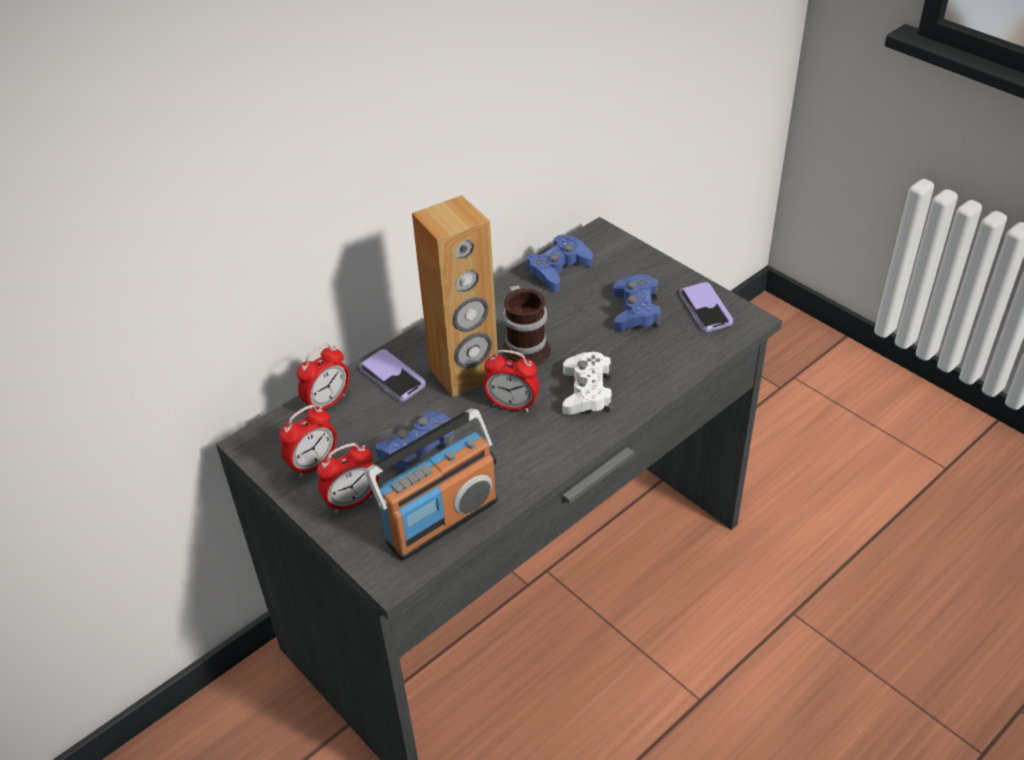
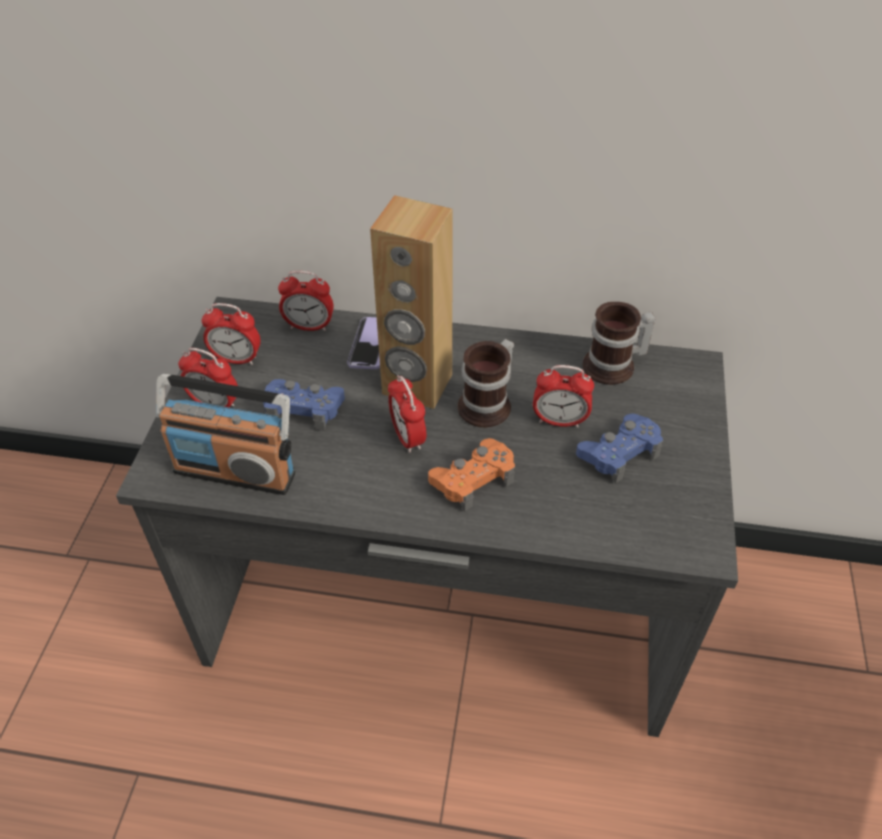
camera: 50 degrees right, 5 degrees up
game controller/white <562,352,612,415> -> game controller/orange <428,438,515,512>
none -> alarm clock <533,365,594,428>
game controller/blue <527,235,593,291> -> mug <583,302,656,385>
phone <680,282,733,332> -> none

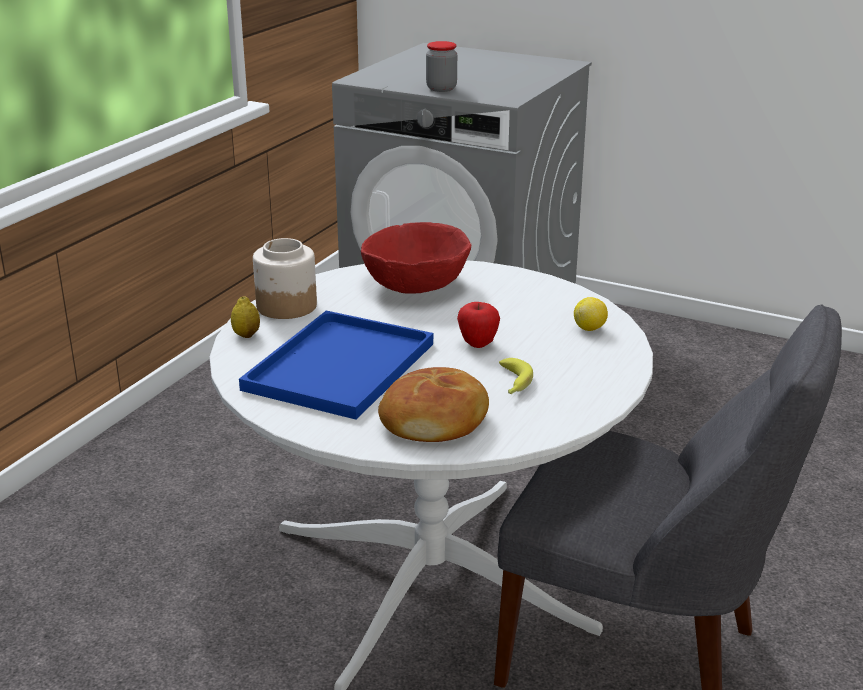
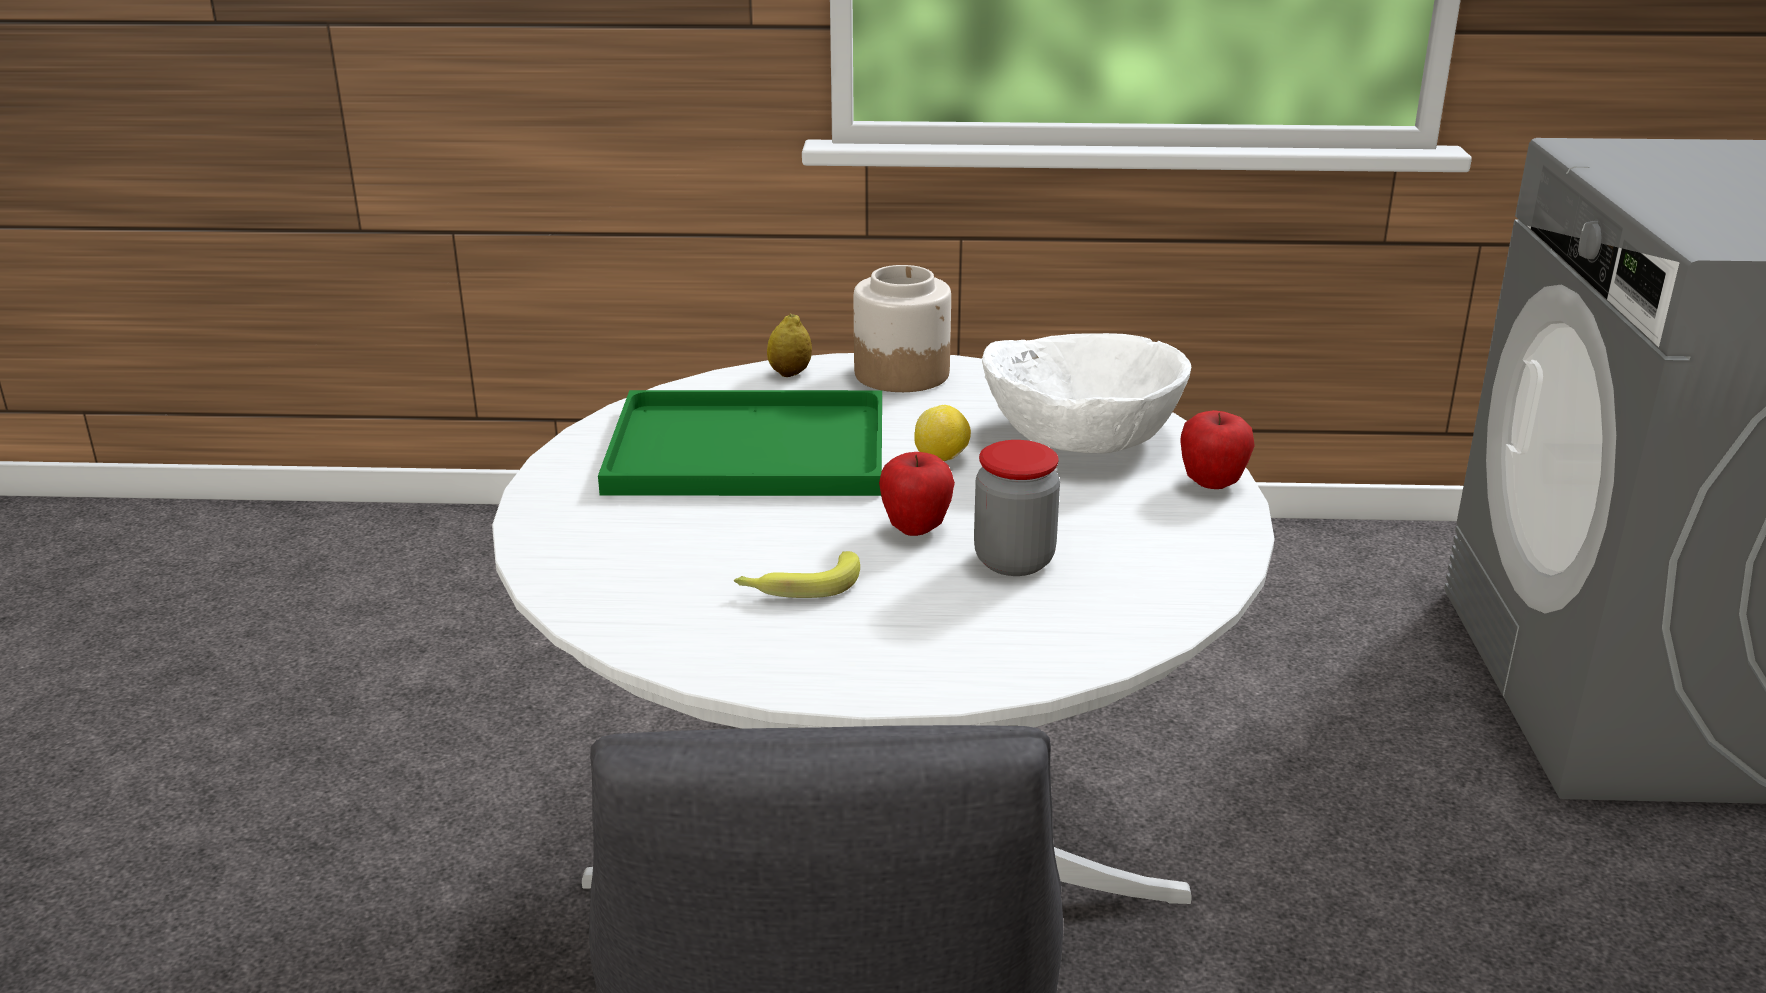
camera: 65 degrees right, 0 degrees up
tray/blue <239,311,433,420> -> tray/green <598,390,882,496>
lemon <574,297,608,331> -> lemon <914,405,971,461>, moved
jar <426,41,457,92> -> jar <974,440,1060,576>, moved
bowl/red <361,222,471,294> -> bowl/white <982,333,1191,453>
none -> apple <1180,410,1255,489>
bread <378,367,489,442> -> none

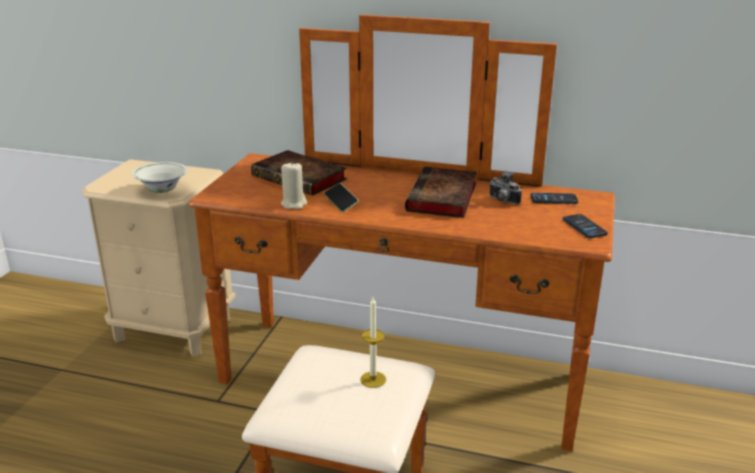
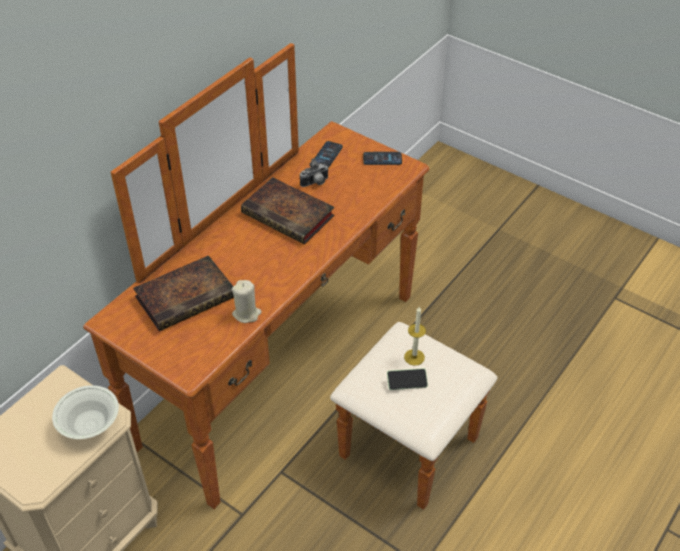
camera: 70 degrees left, 20 degrees up
phone <324,183,359,212> -> phone <387,368,428,390>, moved

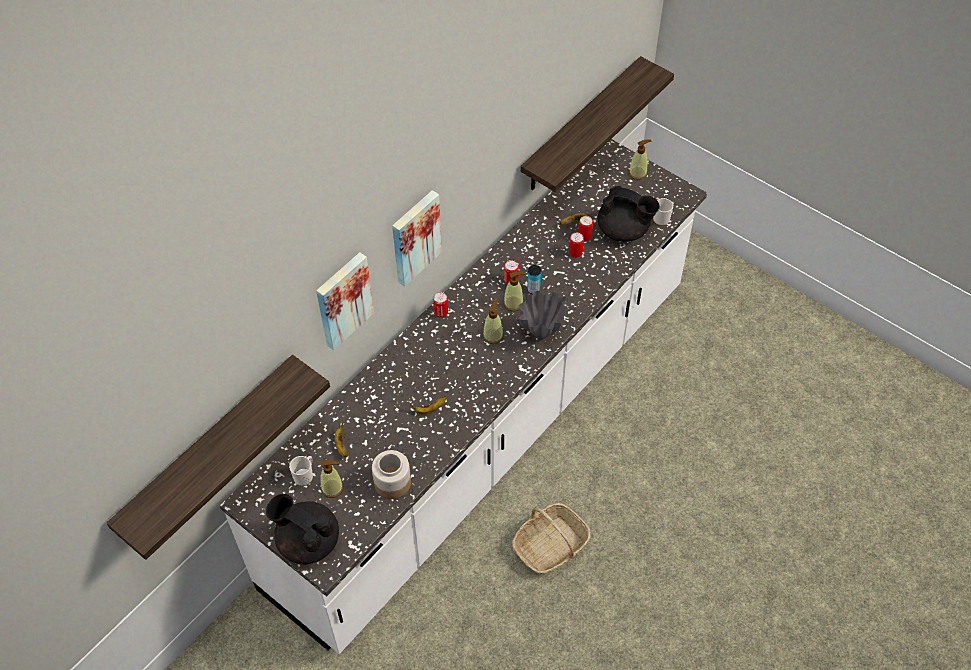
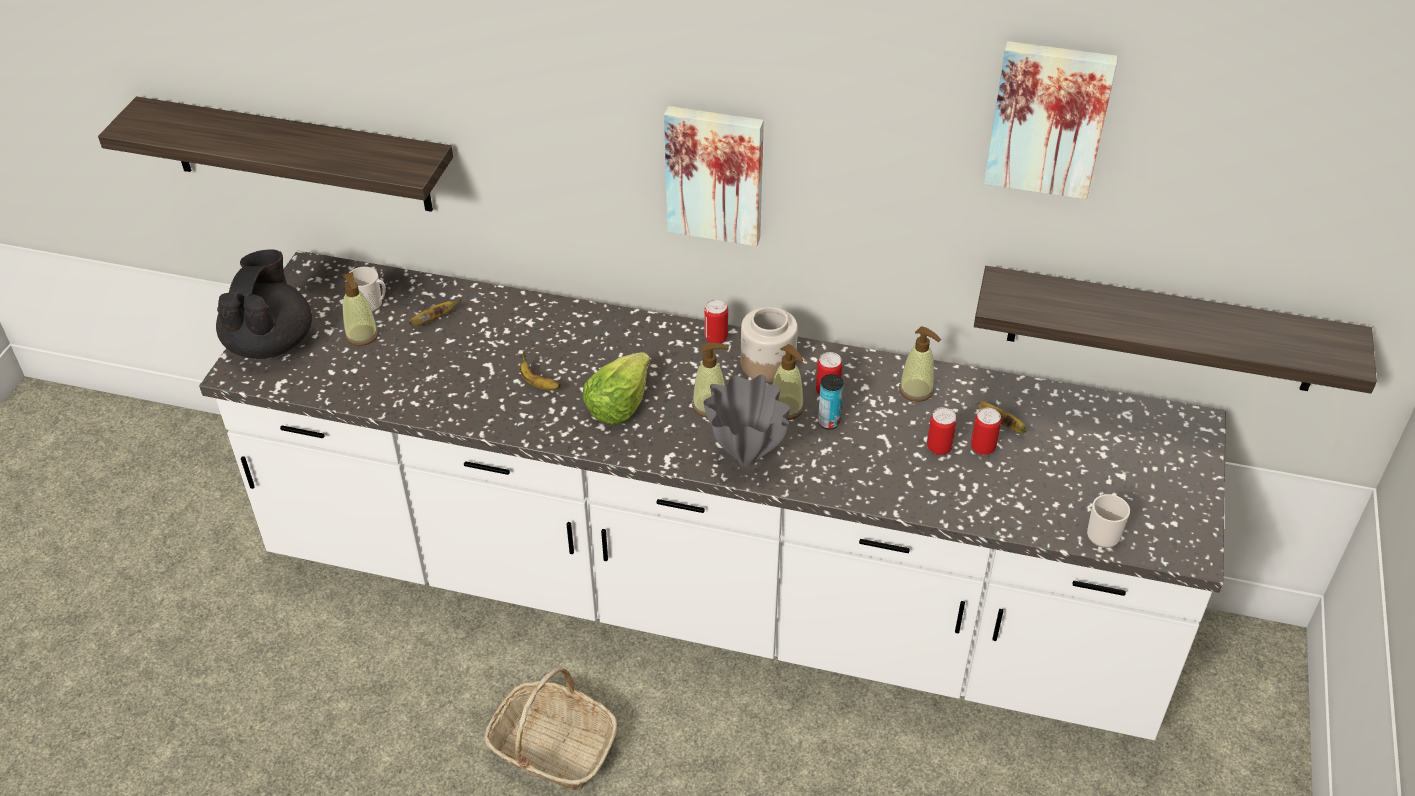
camera: 65 degrees right, 10 degrees down
none -> lettuce <583,352,650,425>
jar <372,450,411,499> -> jar <741,307,798,383>, moved
soap dispenser <629,139,651,180> -> soap dispenser <899,326,941,402>, moved
picture <316,252,374,350> -> picture <984,41,1118,199>, moved
teapot/black <598,186,659,242> -> none

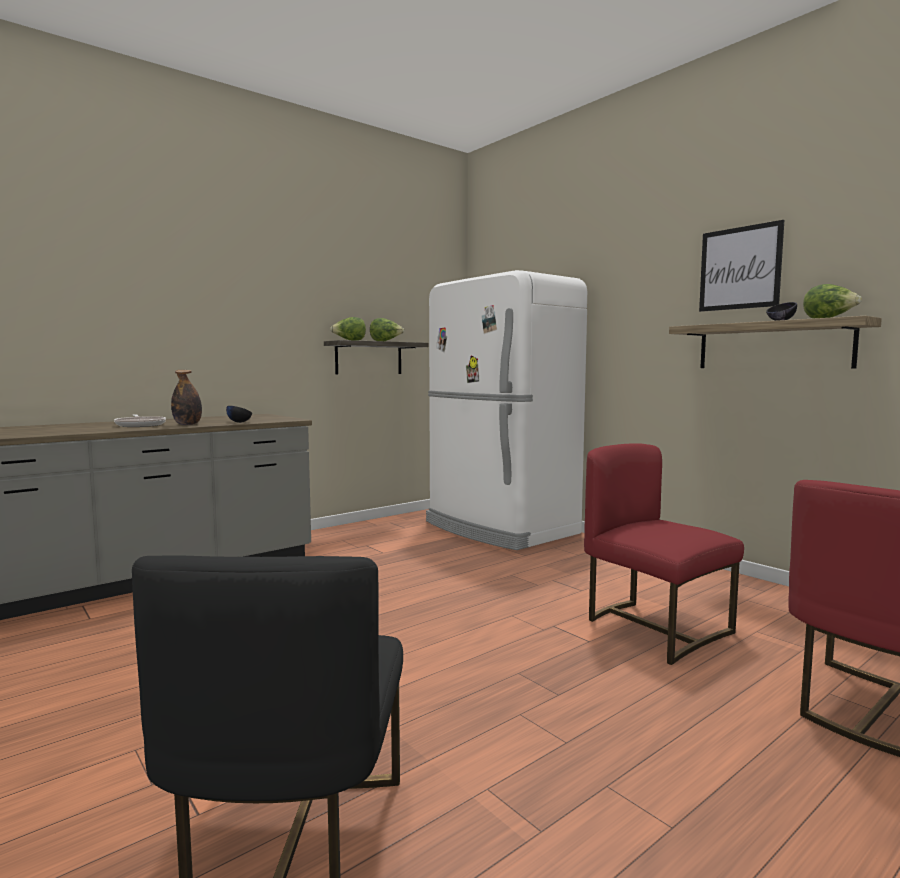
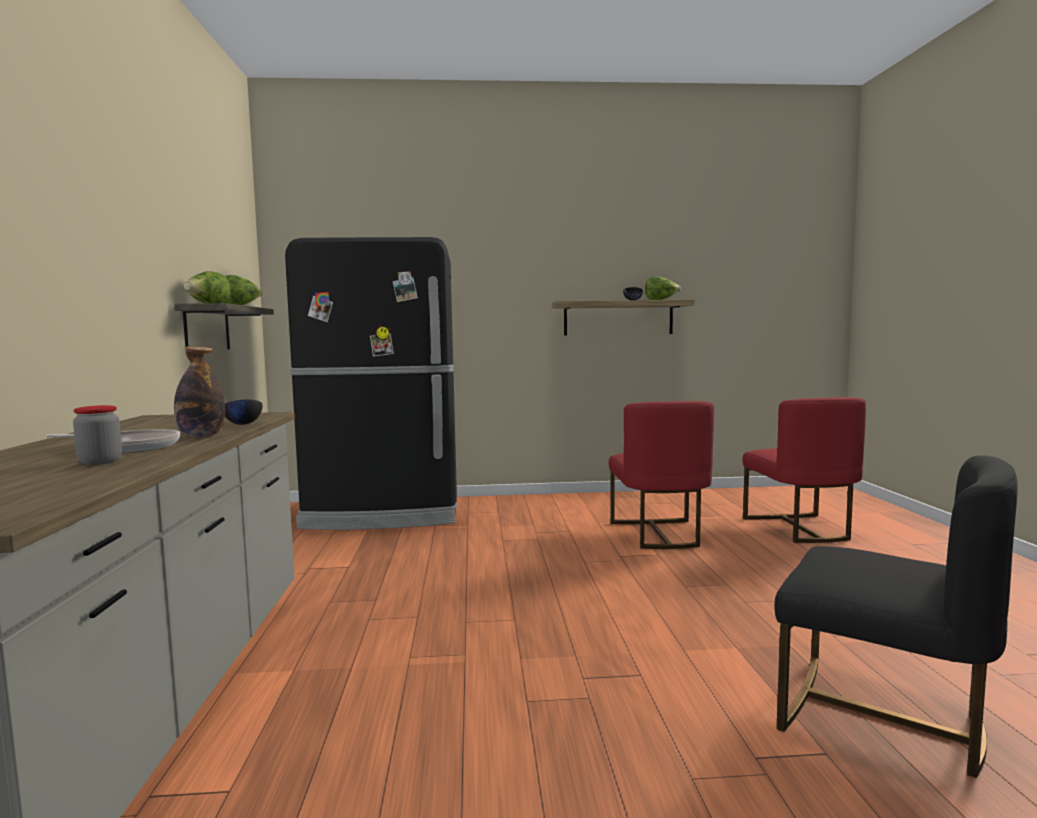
camera: 55 degrees left, 0 degrees up
none -> jar <73,405,122,465>
fridge/white <426,270,587,550> -> fridge/black <285,237,457,530>
chair/red <584,443,744,665> -> chair/red <609,401,714,549>, 90 degrees counterclockwise
picture <699,220,784,312> -> none

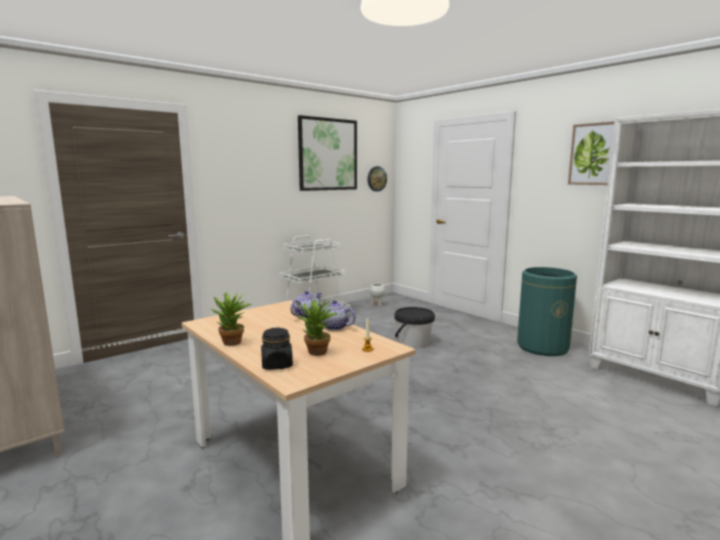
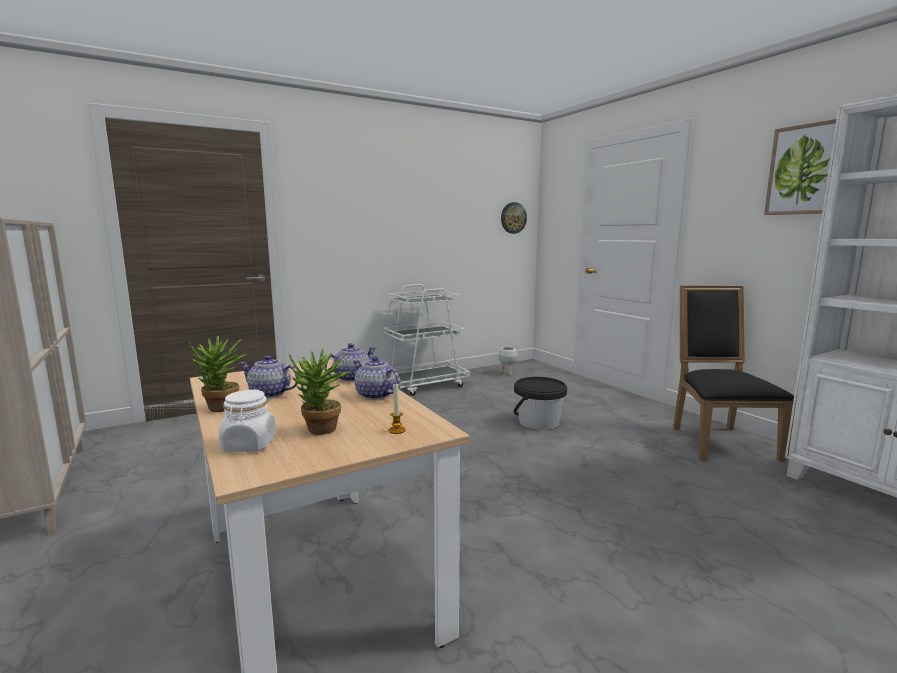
camera: 10 degrees right, 0 degrees up
jar/black <261,327,293,370> -> jar/white <219,390,276,452>
none -> teapot <239,355,298,398>
trash can/green <517,267,577,356> -> chair/black <673,285,794,462>
picture <298,115,357,191> -> none

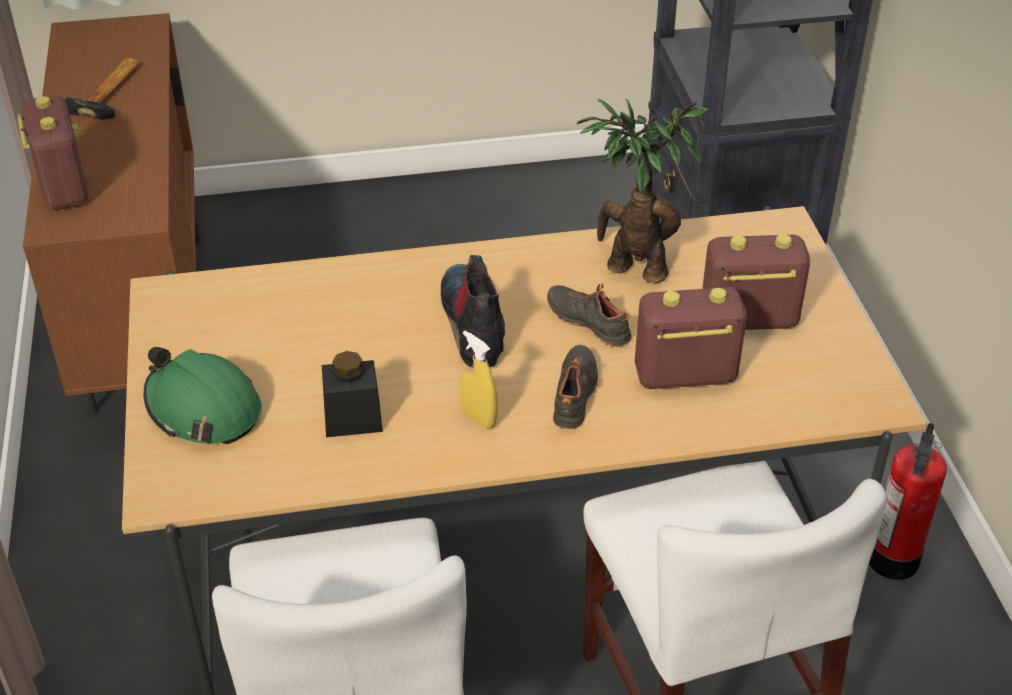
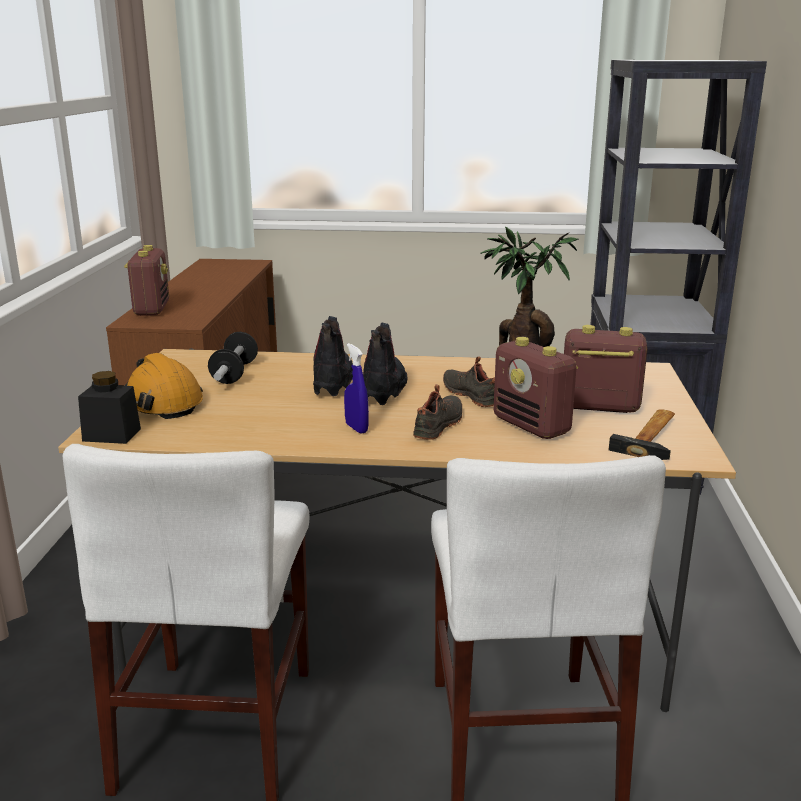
camera: 15 degrees right, 20 degrees down
jar/black <322,351,383,437> -> jar/black <78,371,141,444>, moved
hard hat/green <144,347,262,444> -> hard hat/orange <125,353,203,419>
none -> dumbbell <208,332,258,384>
none -> boot <313,316,353,396>
spray bottle/yellow <459,331,498,429> -> spray bottle/blue <344,343,369,434>
radio <635,287,747,389> -> radio <494,337,578,439>, 135 degrees counterclockwise
hammer <64,58,140,120> -> hammer <609,409,675,460>, moved
fire extinguisher <869,423,946,580> -> none

